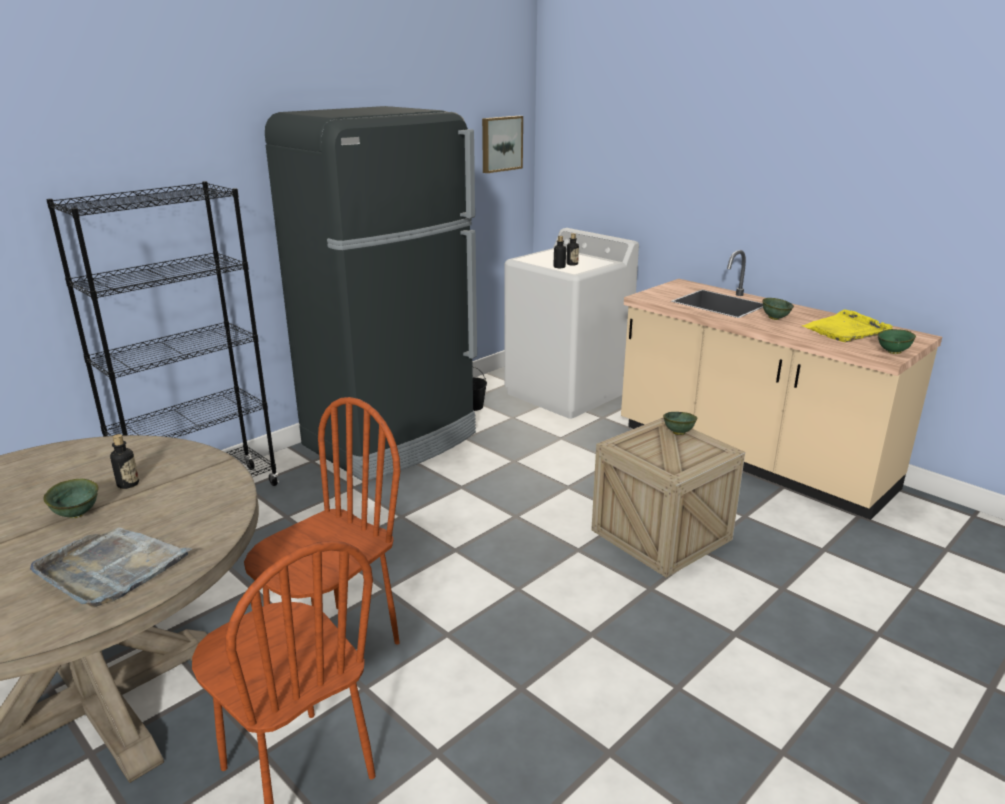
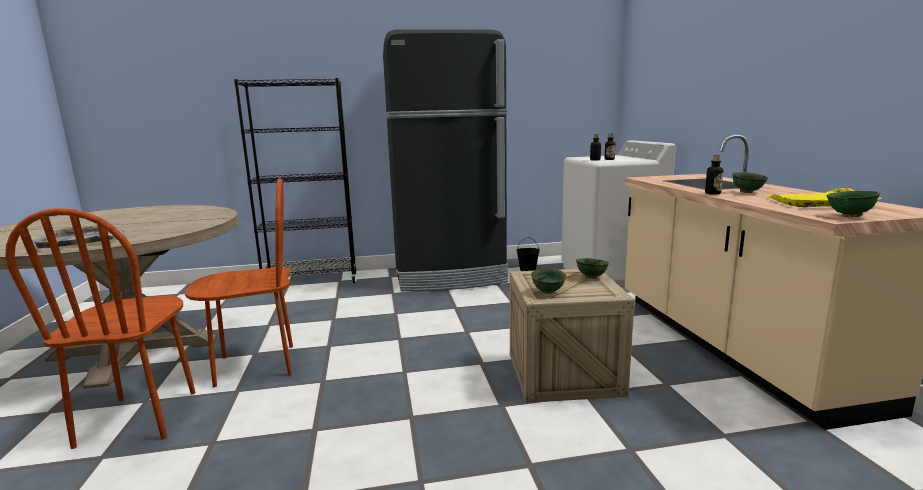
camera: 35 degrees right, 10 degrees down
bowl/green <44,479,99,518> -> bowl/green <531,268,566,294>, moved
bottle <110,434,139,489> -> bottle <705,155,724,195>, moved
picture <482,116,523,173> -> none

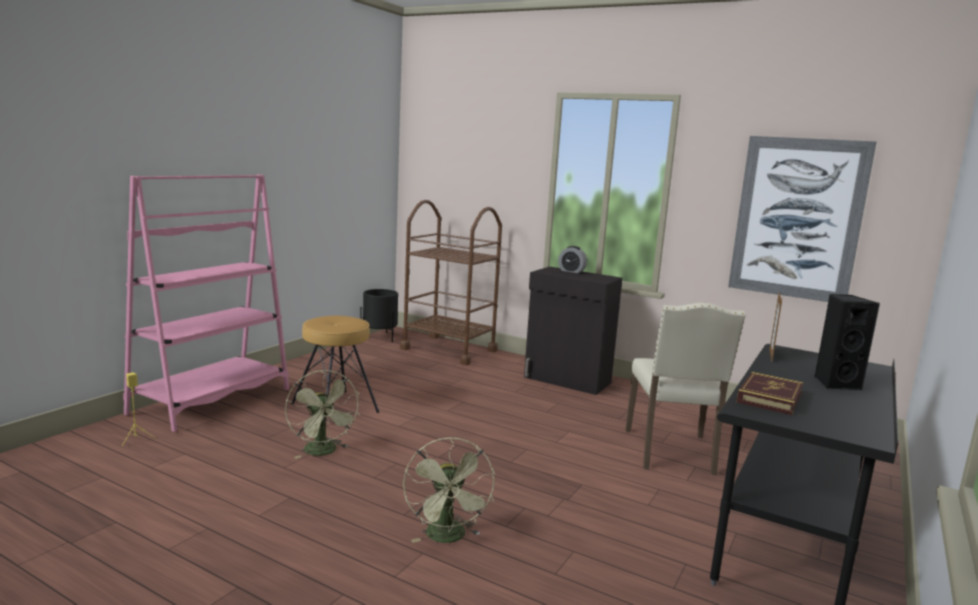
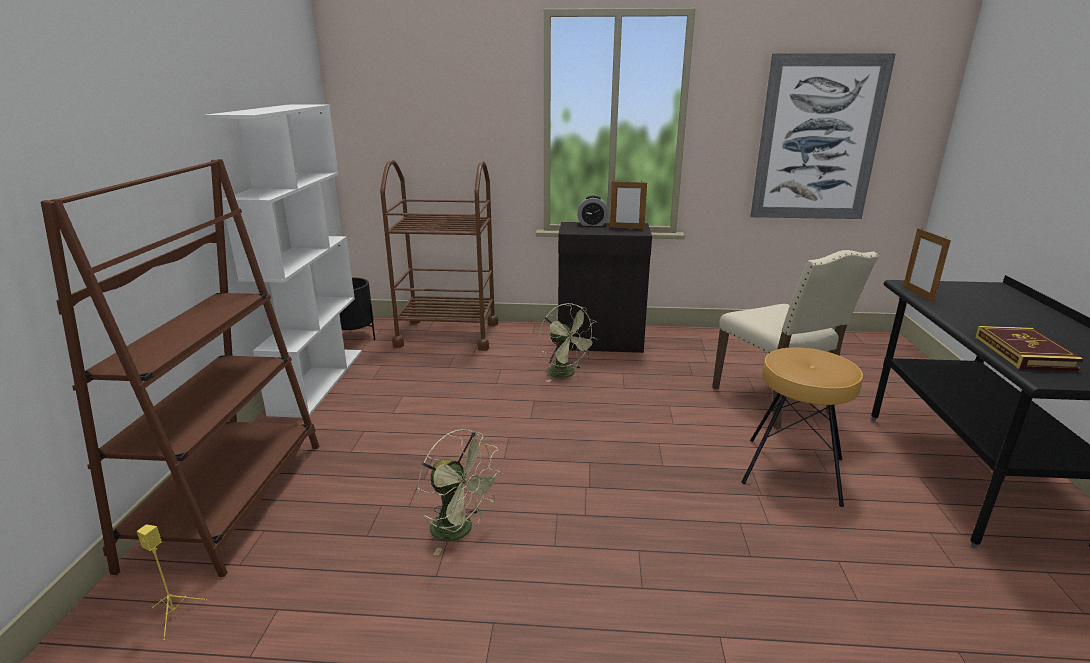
camera: 25 degrees left, 10 degrees up
bookcase/pink <123,174,289,432> -> bookcase/brown <41,159,319,577>
none -> bookcase/white <204,104,362,418>
fan/green <403,437,495,543> -> fan/green <539,303,597,382>, moved
none -> picture frame <610,181,647,229>
stool/brown <291,316,379,420> -> stool/brown <741,348,863,507>, moved
speaker/black <814,294,880,390> -> none

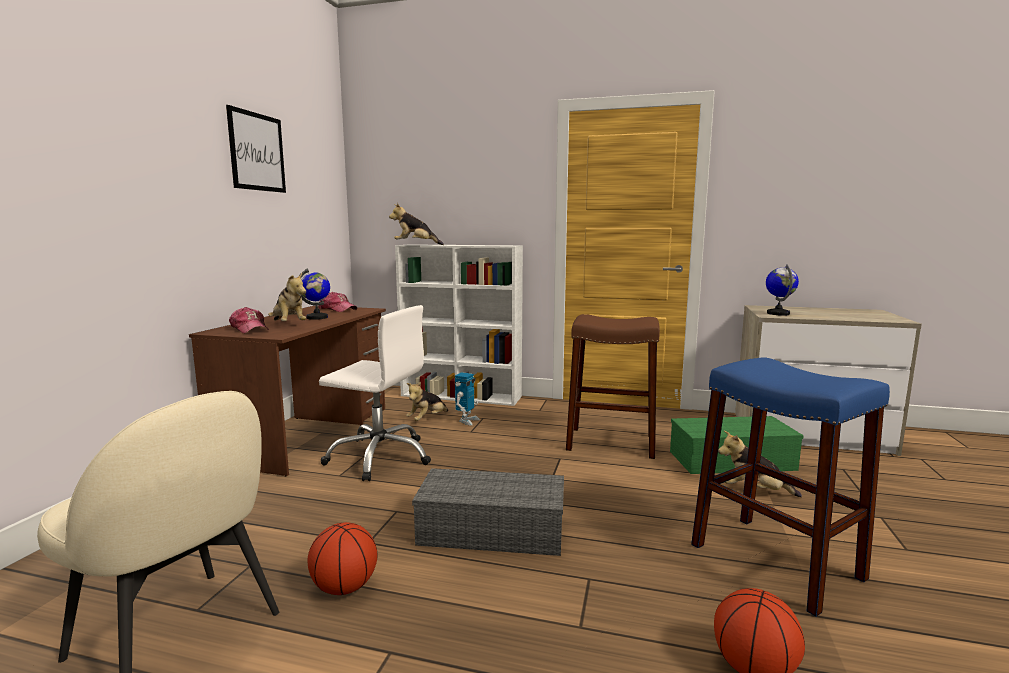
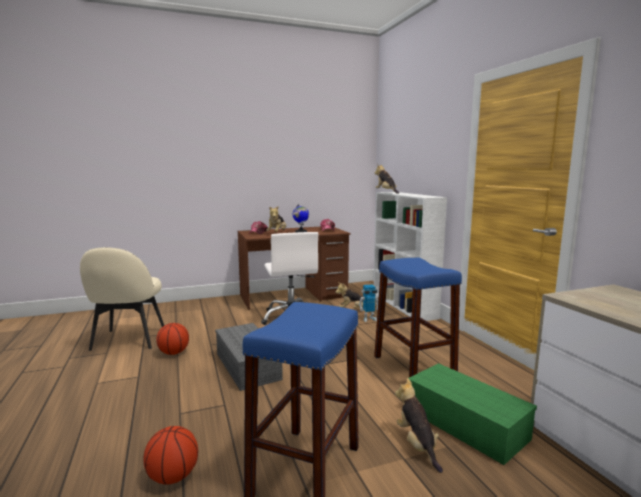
camera: 55 degrees right, 0 degrees up
stool/brown <566,314,660,459> -> stool/blue <374,258,462,378>
picture <226,105,286,193> -> none
globe <766,264,799,316> -> none

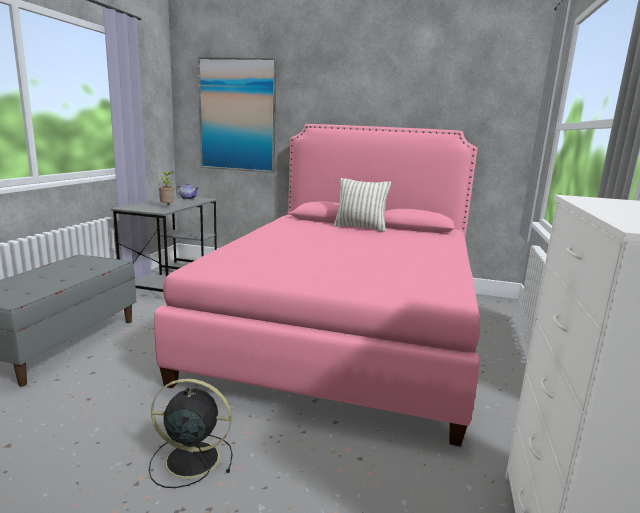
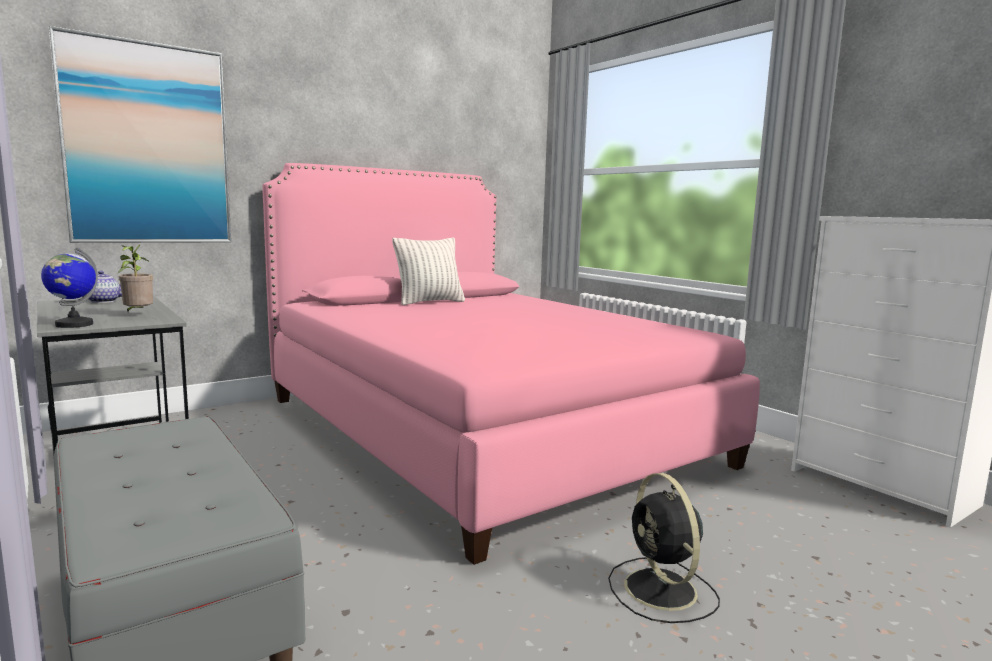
camera: 50 degrees left, 5 degrees down
none -> globe <41,247,98,328>
fan/black <149,378,233,488> -> fan/black <608,473,720,623>, 60 degrees counterclockwise

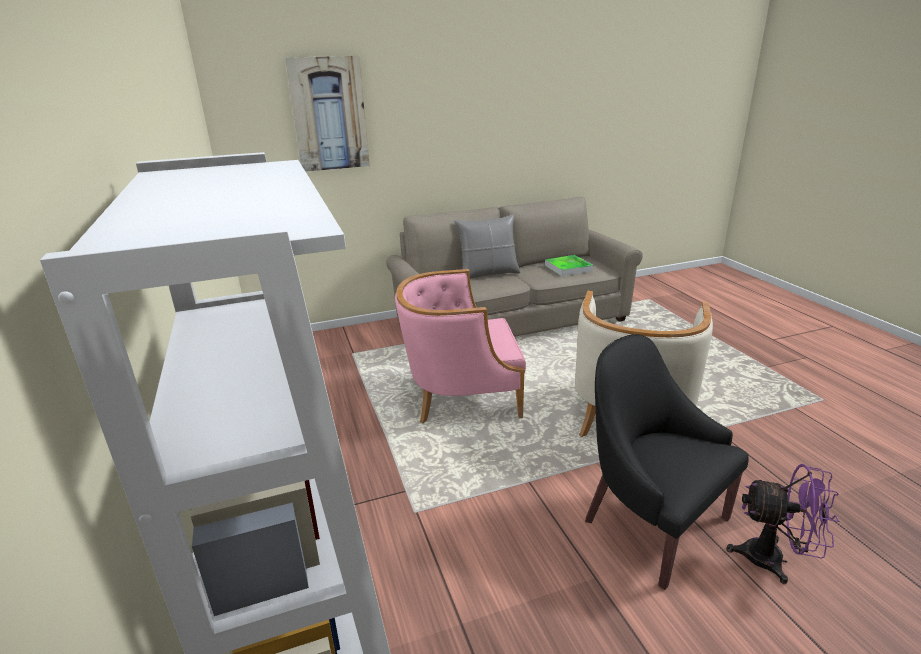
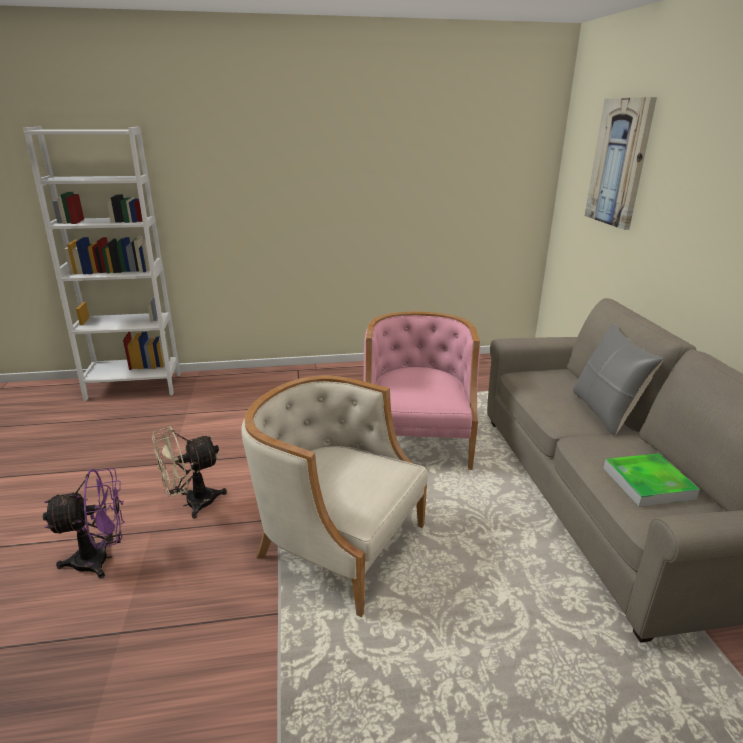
camera: 100 degrees right, 0 degrees up
fan/purple <726,464,839,584> -> fan/purple <43,468,124,578>, 135 degrees counterclockwise
armchair/black <585,334,749,590> -> fan/beige <152,426,227,519>

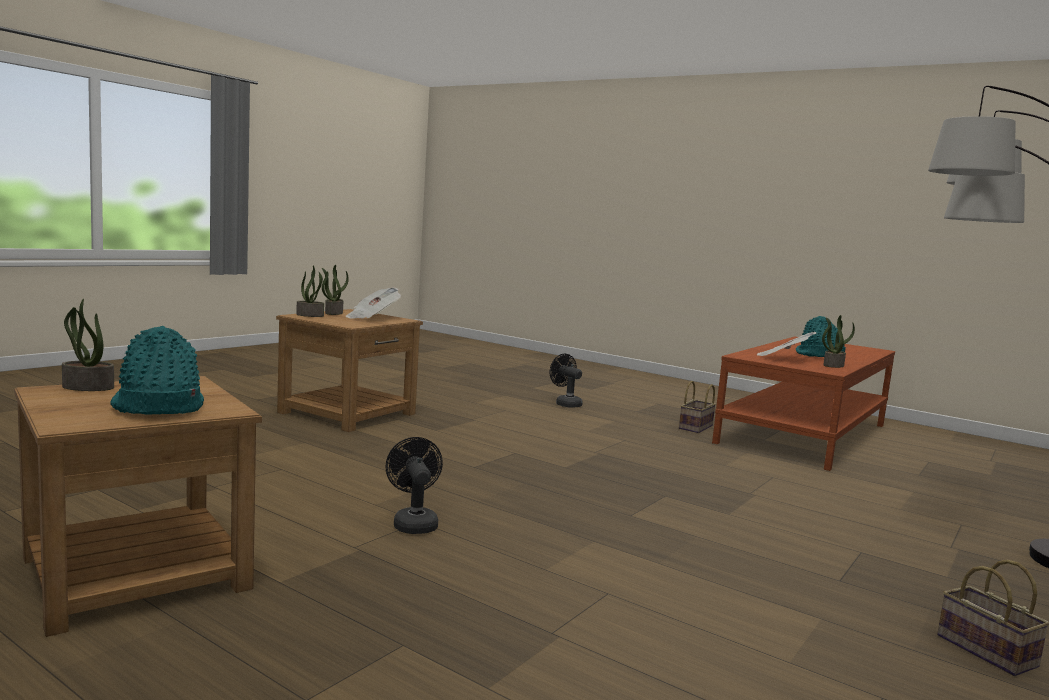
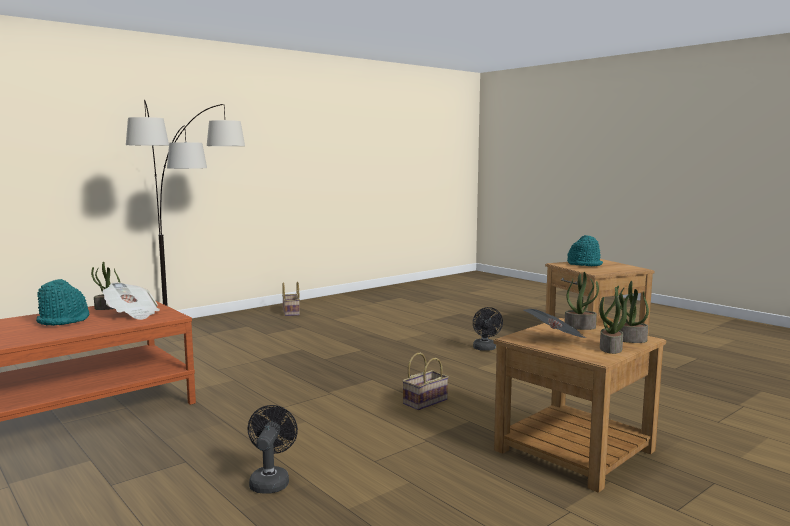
camera: 165 degrees left, 0 degrees up
fan/black <550,354,583,408> -> fan/black <248,405,298,494>, 150 degrees counterclockwise
basket <679,381,716,433> -> basket <402,353,449,410>, moved
potted plant <62,299,114,391> -> potted plant <565,272,599,330>, moved

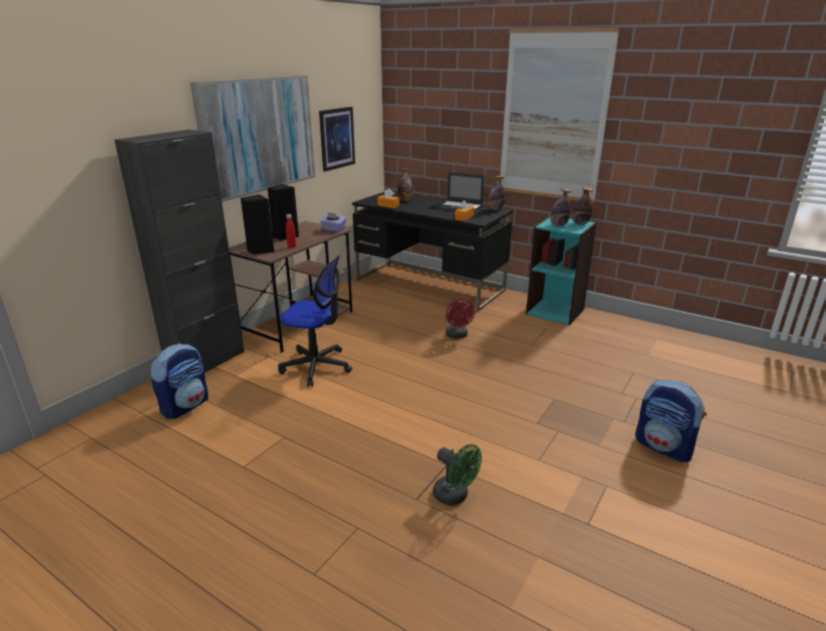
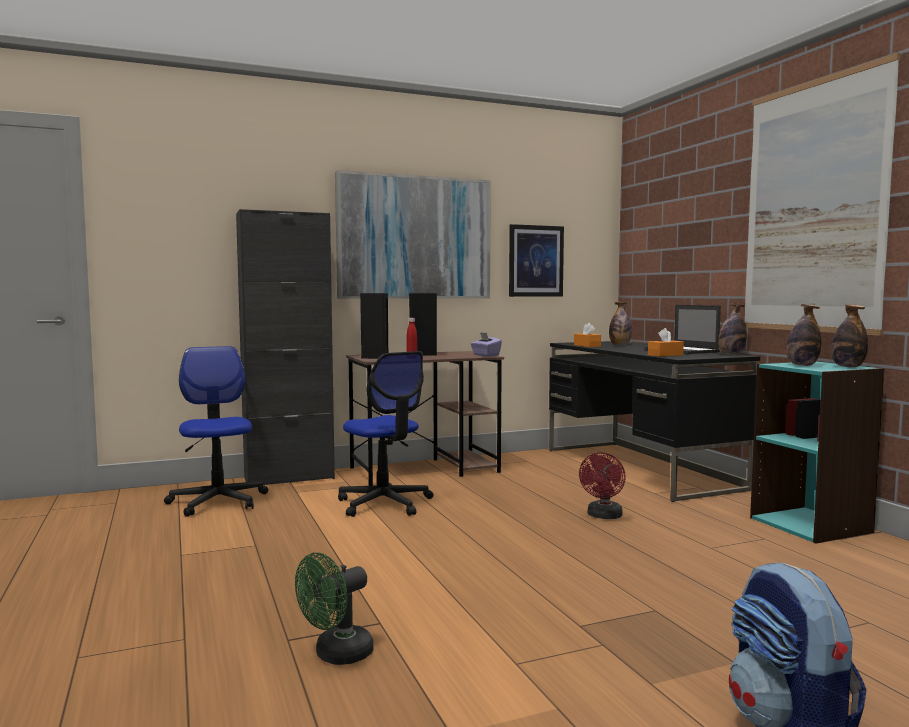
camera: 35 degrees right, 20 degrees down
backpack <150,343,208,419> -> office chair <164,346,268,517>
fan/green <433,444,482,505> -> fan/green <295,553,373,665>, 60 degrees clockwise

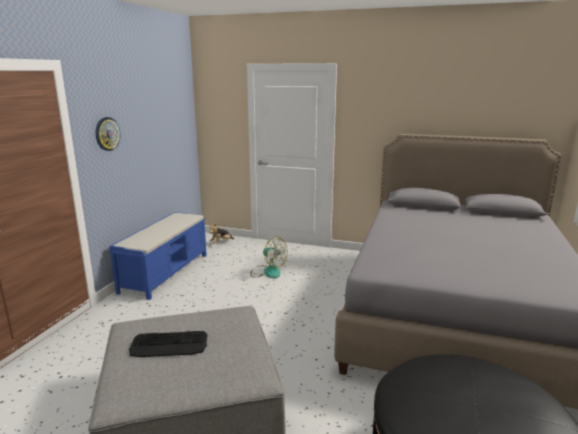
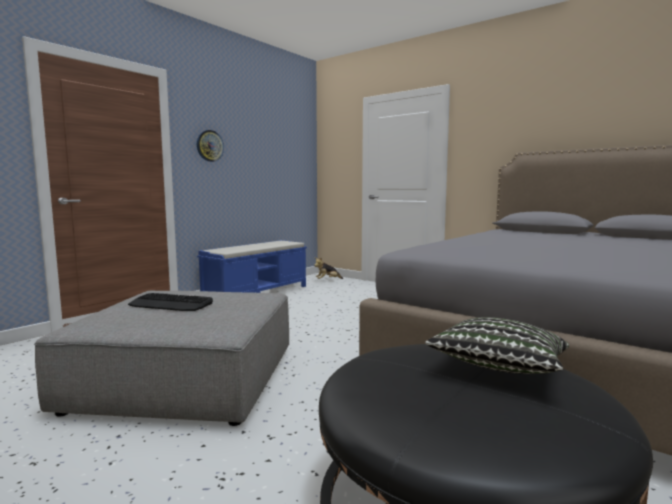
camera: 20 degrees right, 10 degrees down
none -> pillow <425,317,569,374>
fan <251,236,288,278> -> none

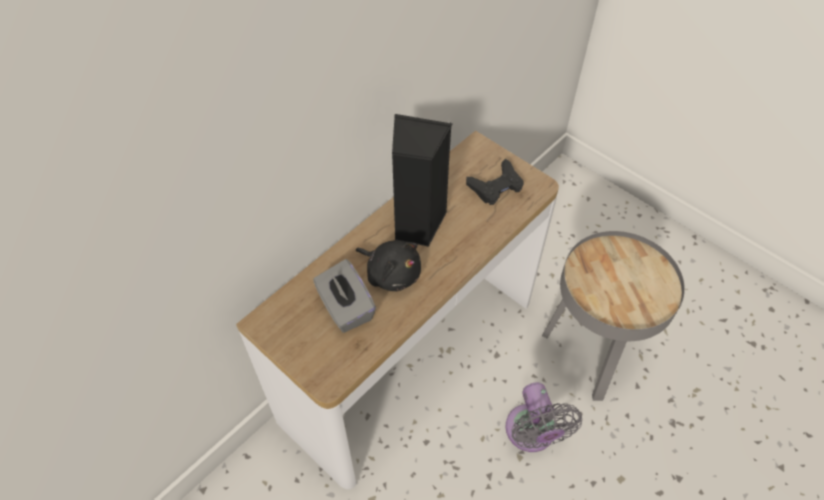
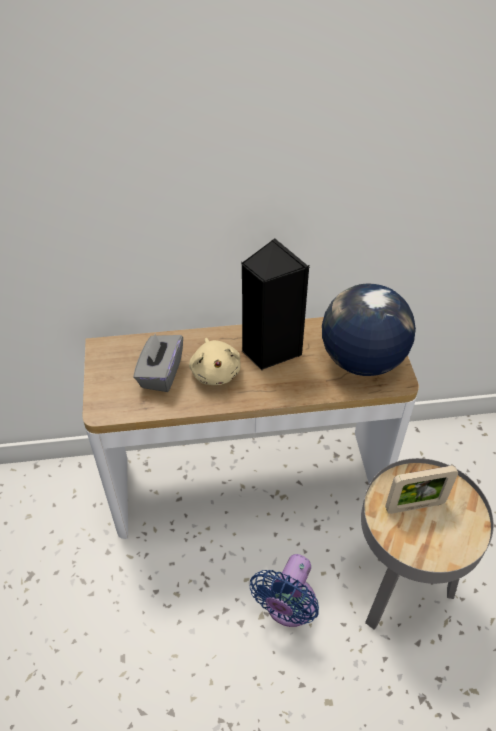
camera: 40 degrees right, 5 degrees down
plush toy/black <356,241,421,291> -> plush toy/beige <189,338,241,385>
fan/grey <505,382,582,452> -> fan/blue <250,554,319,627>
game controller/black <466,159,524,205> -> globe <322,284,416,376>
none -> picture frame <385,465,458,514>

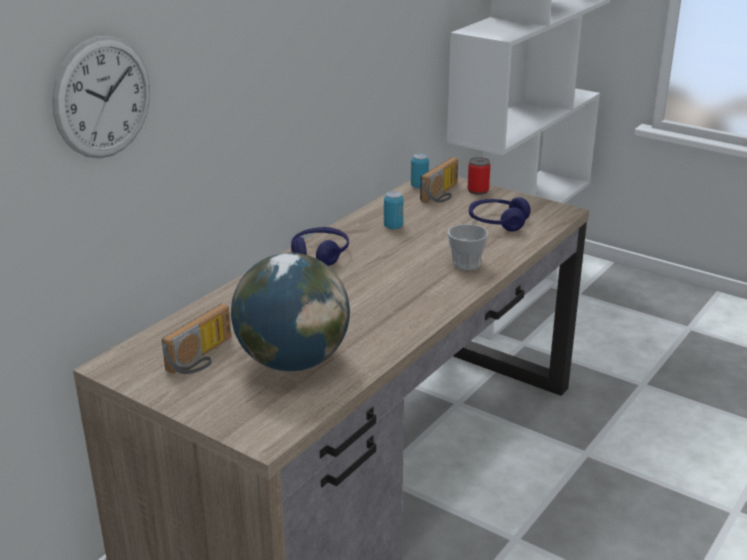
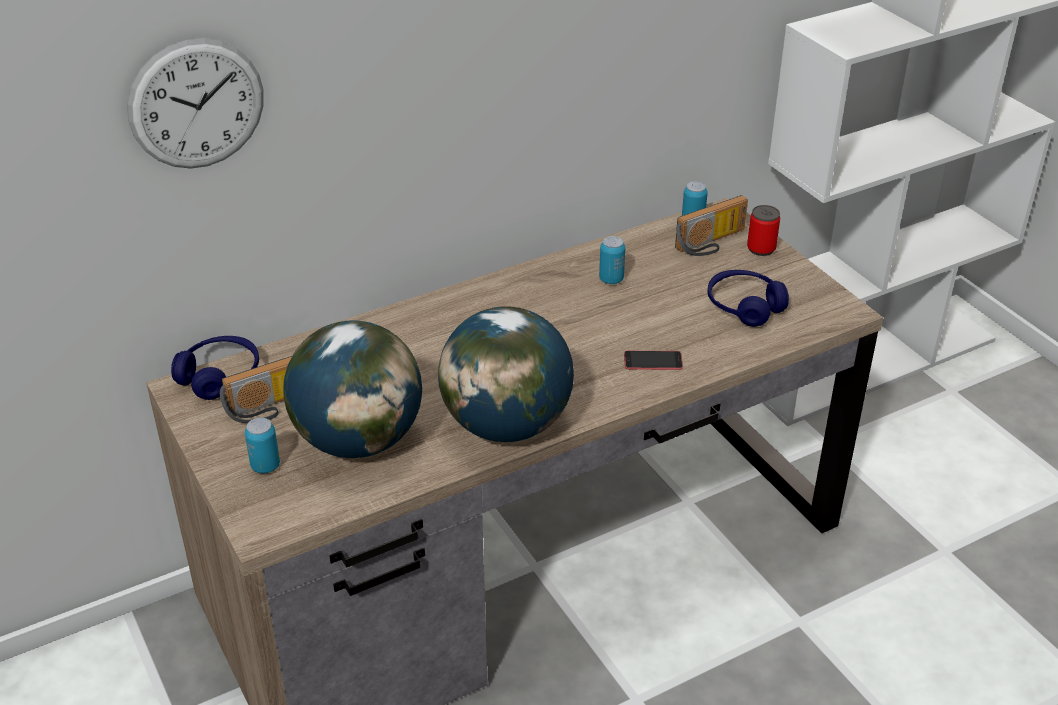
camera: 25 degrees right, 10 degrees up
headphones/blue <291,227,349,266> -> headphones/blue <171,336,259,400>, moved
none -> can <245,418,280,473>
none -> globe <438,306,574,442>
cup <448,224,488,271> -> phone <624,351,683,370>

